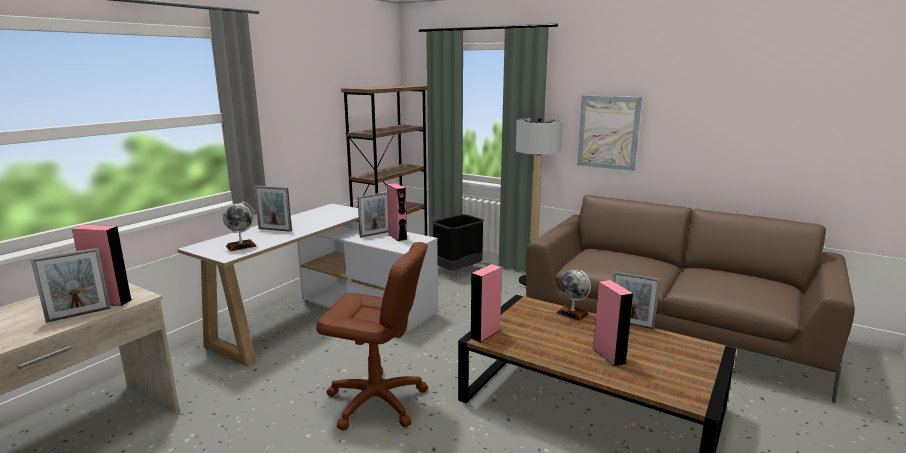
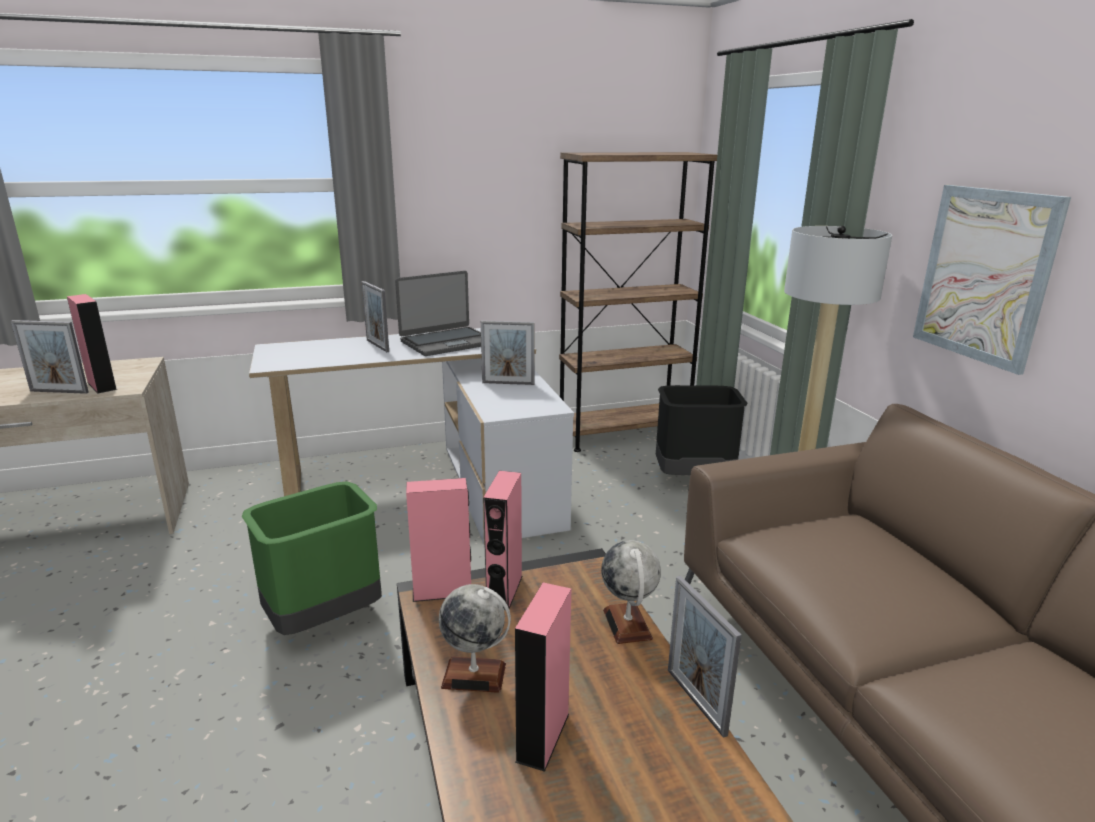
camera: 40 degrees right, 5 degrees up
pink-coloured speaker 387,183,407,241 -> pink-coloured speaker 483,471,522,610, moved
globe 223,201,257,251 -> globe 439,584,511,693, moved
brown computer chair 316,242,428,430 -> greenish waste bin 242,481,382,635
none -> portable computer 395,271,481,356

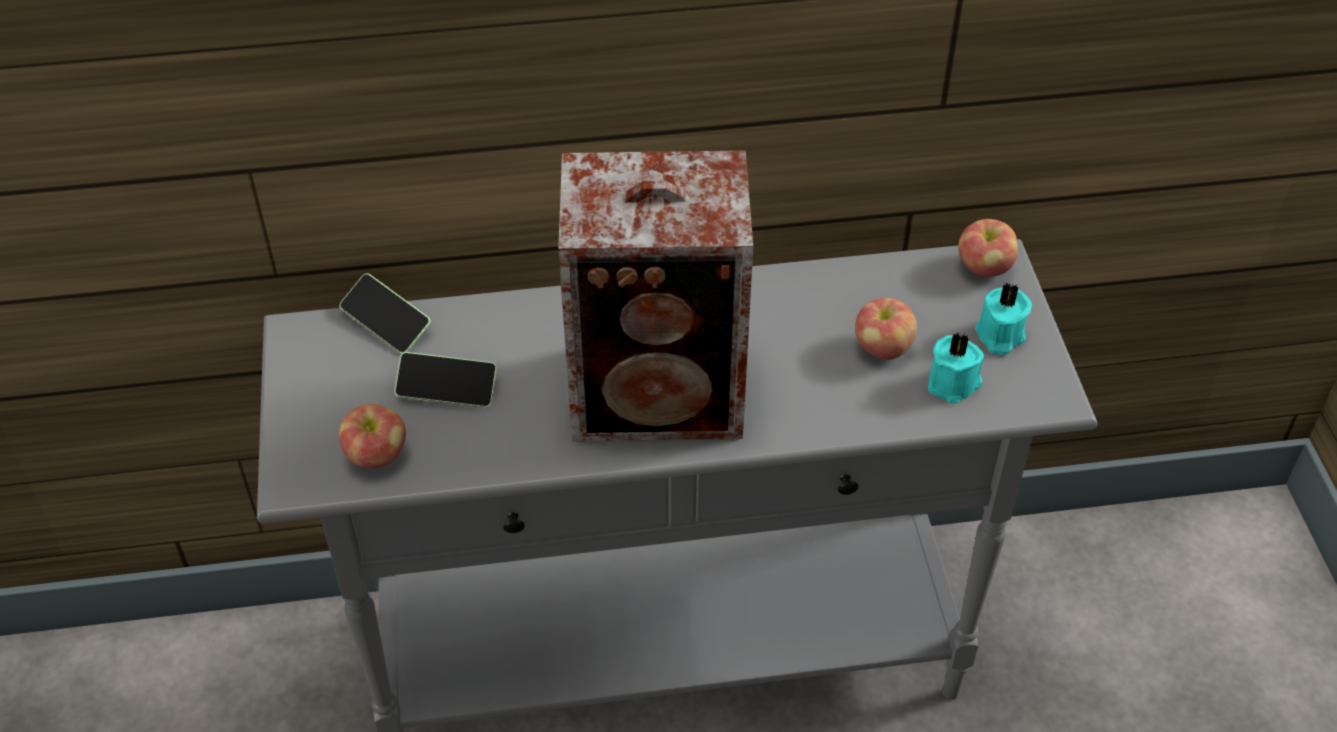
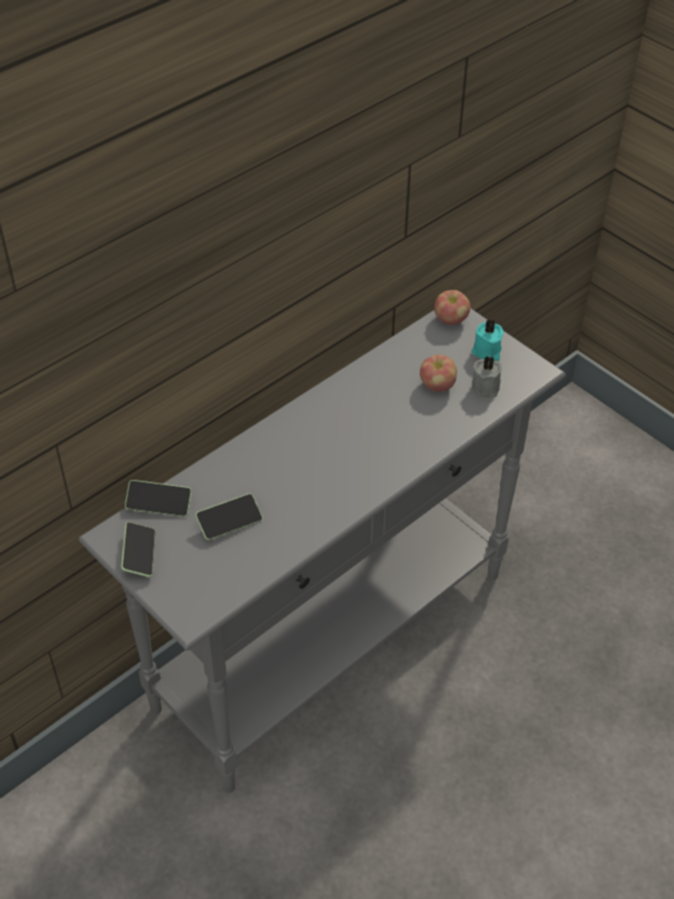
camera: 35 degrees left, 0 degrees up
speaker 558,151,753,442 -> none
turquoise-coloured candle 928,333,984,404 -> gray candle 472,356,502,398
apple fruit 339,404,406,468 -> none
none -> handset 121,522,156,577

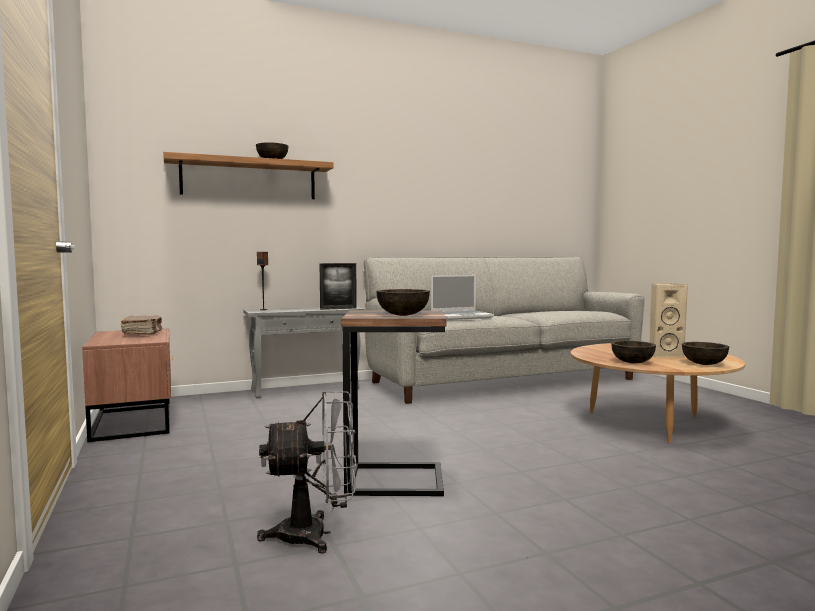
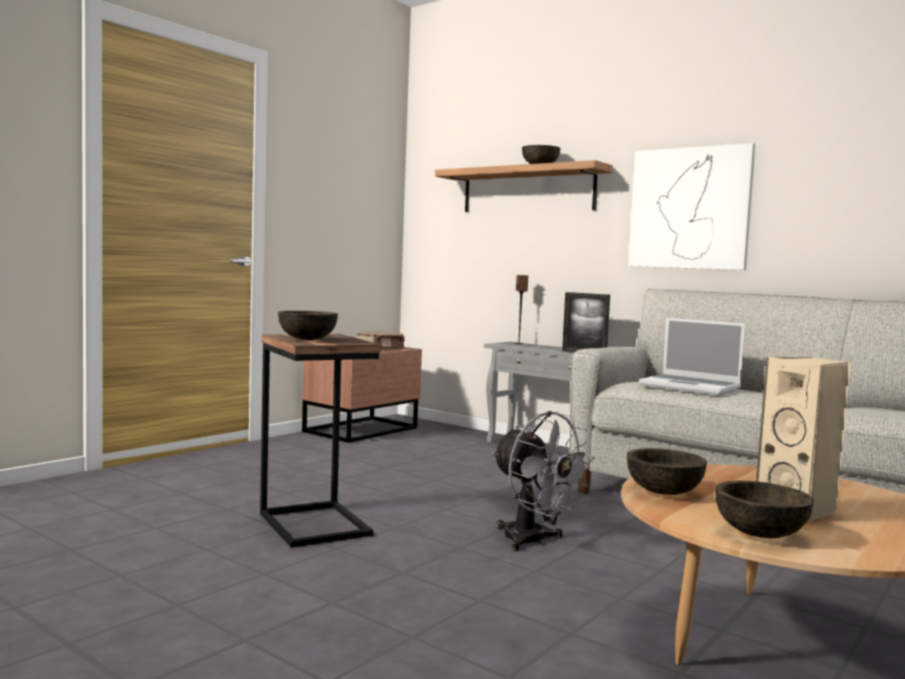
camera: 60 degrees right, 0 degrees up
gray cooling fan 257,391,356,554 -> gray cooling fan 492,411,595,551, moved
none -> wall art 628,143,755,270

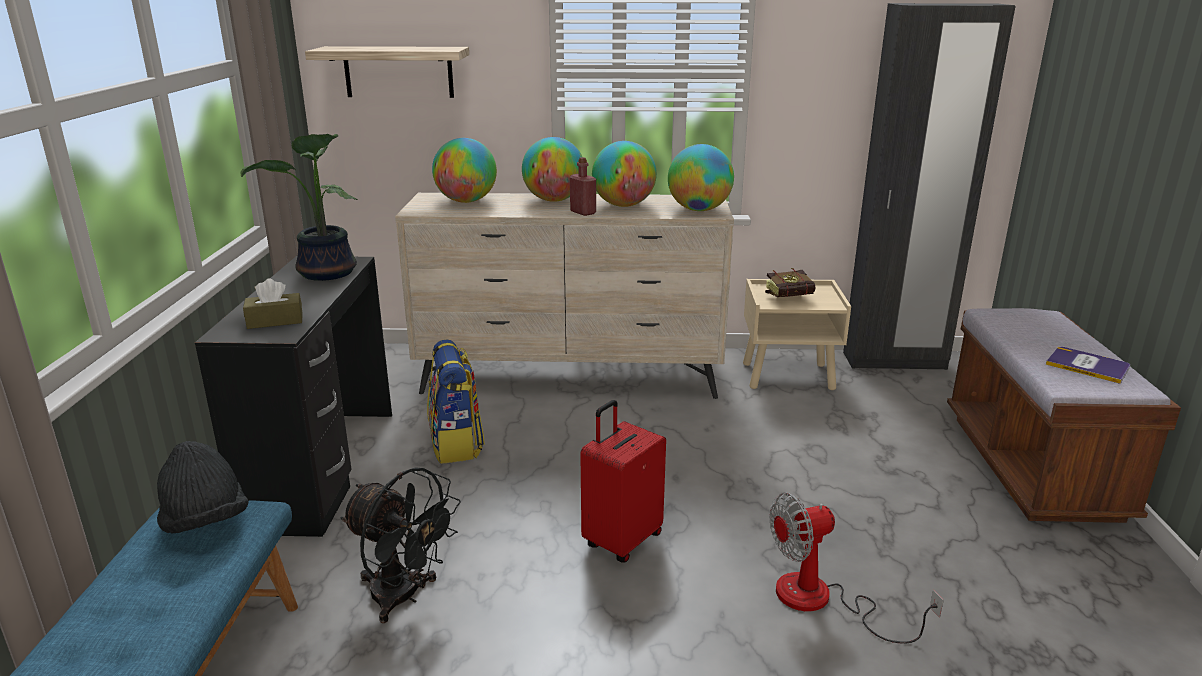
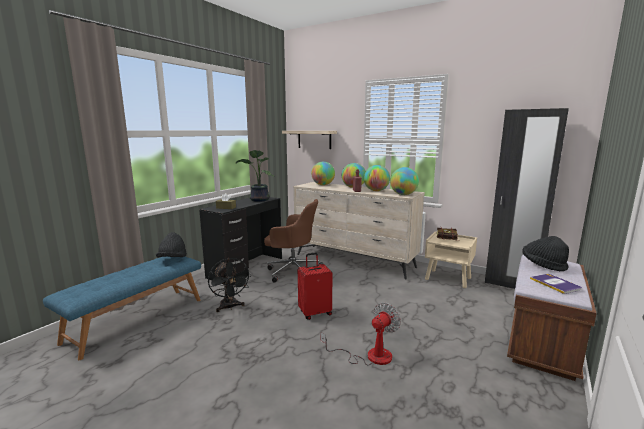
camera: 30 degrees right, 10 degrees down
backpack 427,339,485,464 -> brown computer chair 264,199,323,283
cooling fan 770,493,944,644 -> cooling fan 320,303,401,366, 120 degrees clockwise
none -> black-coloured wearable hat 522,236,569,271

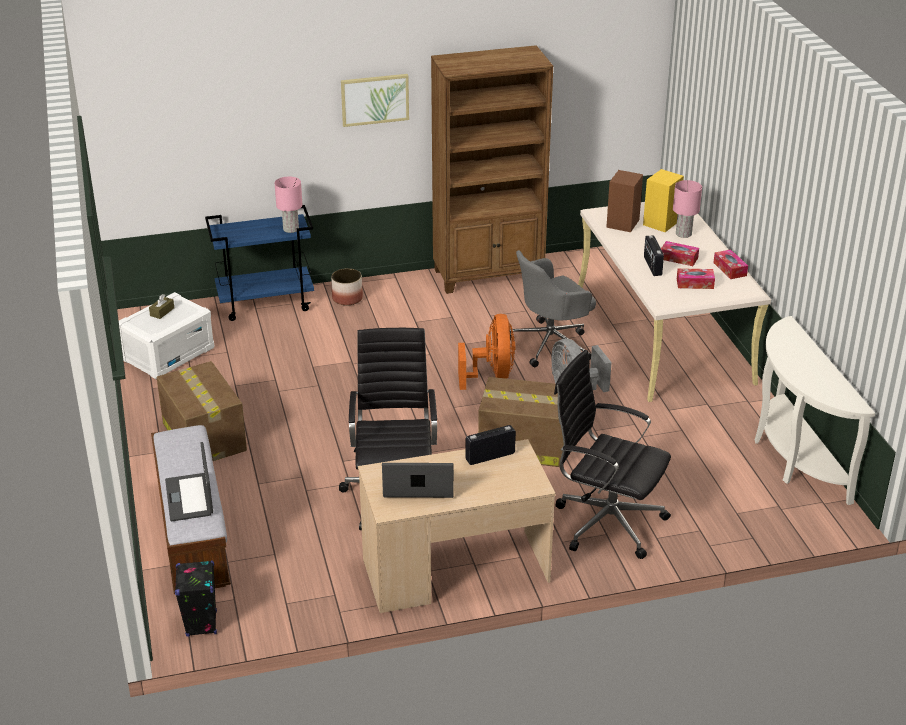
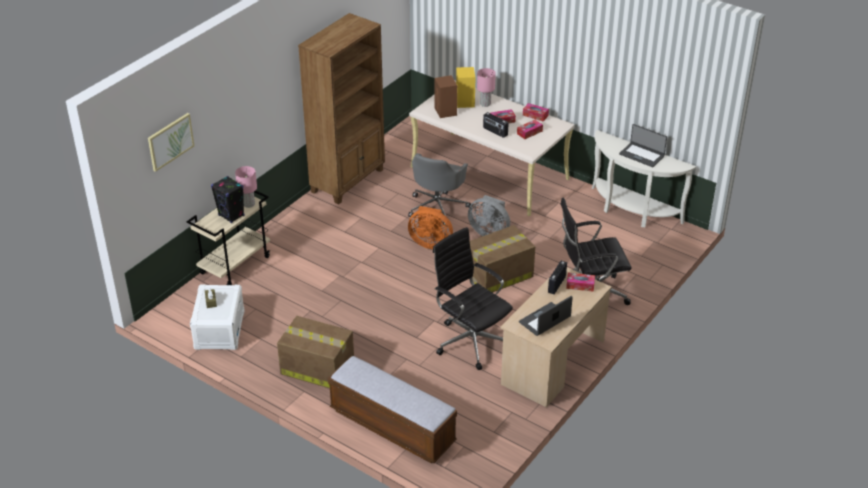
camera: 40 degrees left, 5 degrees up
wall art 341,74,409,127 -> wall art 148,113,194,172, moved
blue cart 205,205,314,321 -> sand-coloured cart 187,190,270,285
planter 331,268,363,305 -> none
orange cooling fan 458,314,515,390 -> orange cooling fan 408,206,453,249, 150 degrees clockwise
portable computer 165,442,213,522 -> portable computer 619,124,667,167, moved
black-coloured speaker 175,560,217,637 -> black-coloured speaker 211,176,245,223, moved
none -> tissue holder 566,272,595,292

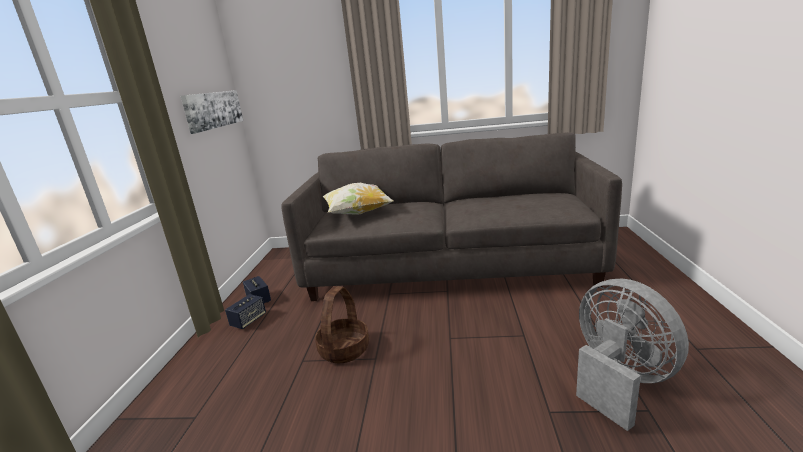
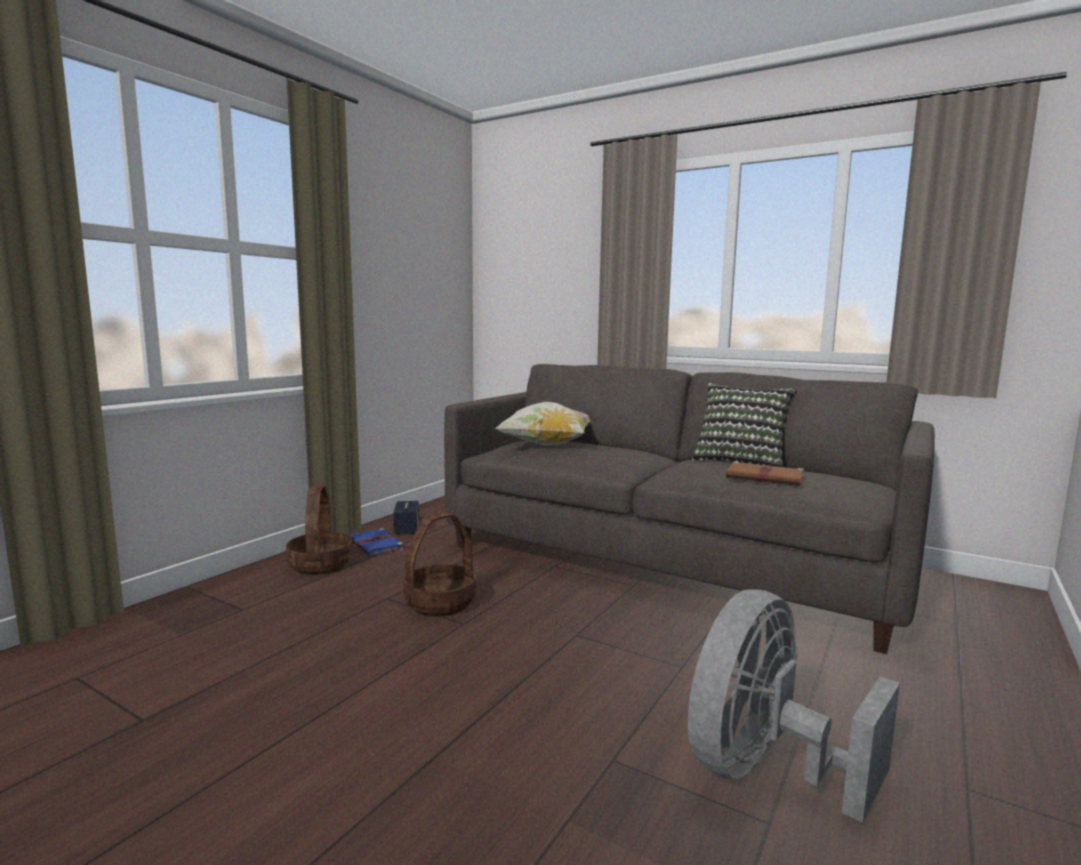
camera: 25 degrees right, 10 degrees down
wall art 180,90,243,134 -> none
gray cooling fan 576,279,689,431 -> gray cooling fan 688,589,900,823, 135 degrees counterclockwise
speaker 225,294,266,329 -> blue book 350,528,403,556
none -> throw pillow 692,383,796,467
none -> brown book 726,461,809,486
none -> storage basket 286,485,352,575

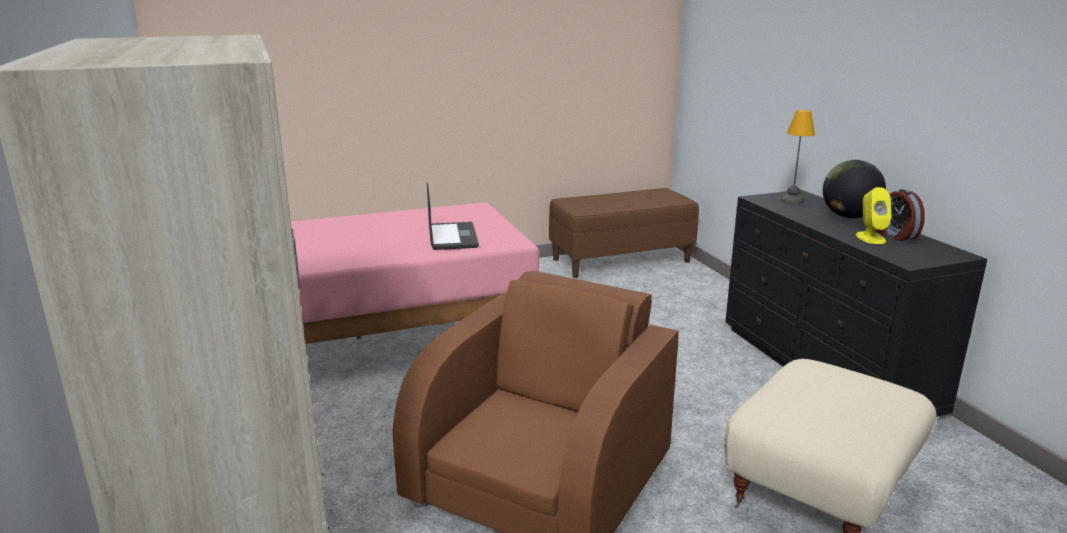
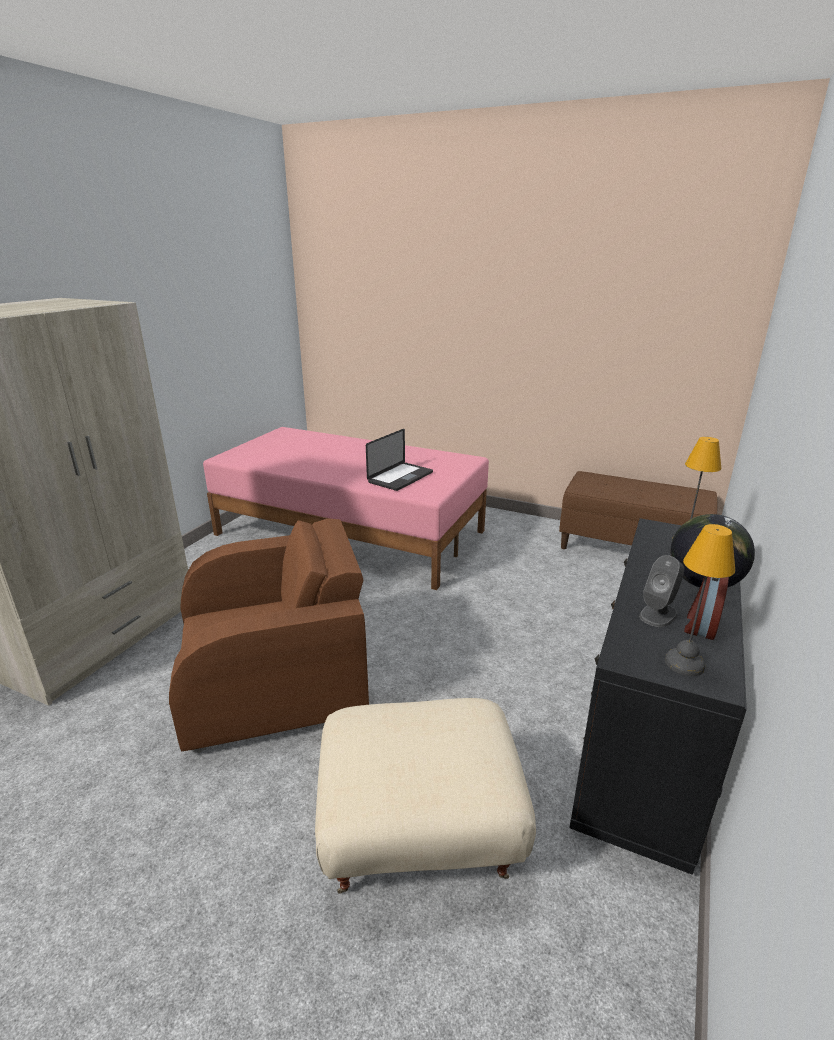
camera: 45 degrees right, 5 degrees up
yellow speaker 856,187,891,244 -> gray speaker 639,555,684,627
none -> table lamp 665,524,735,676

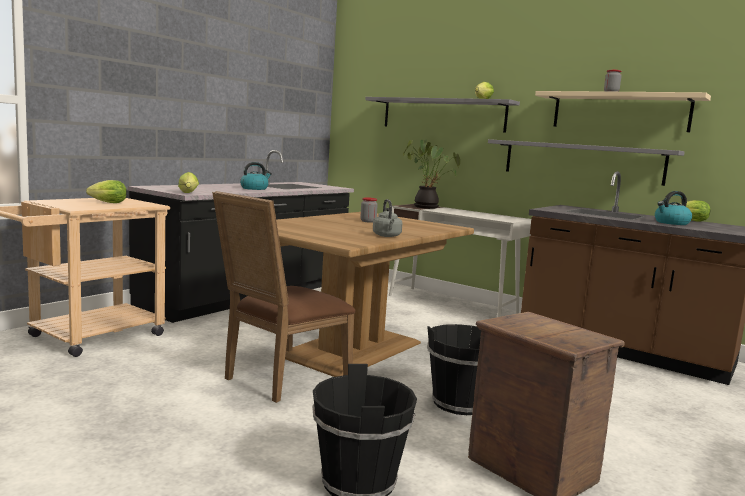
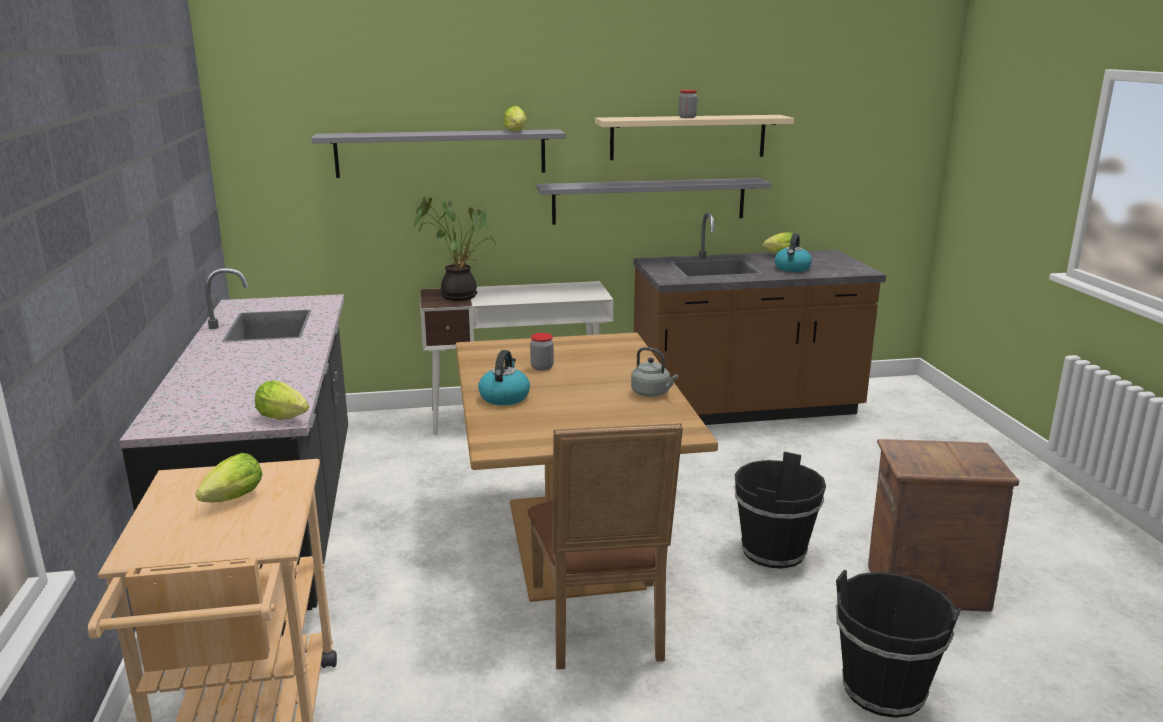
camera: 45 degrees left, 10 degrees up
water kettle 240,162,272,190 -> water kettle 478,350,530,405, moved

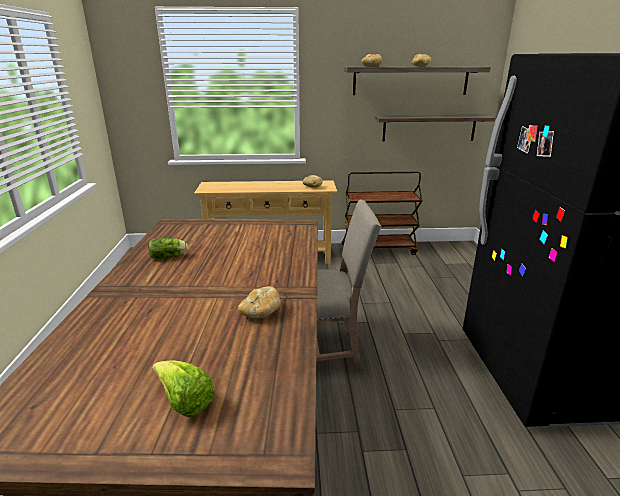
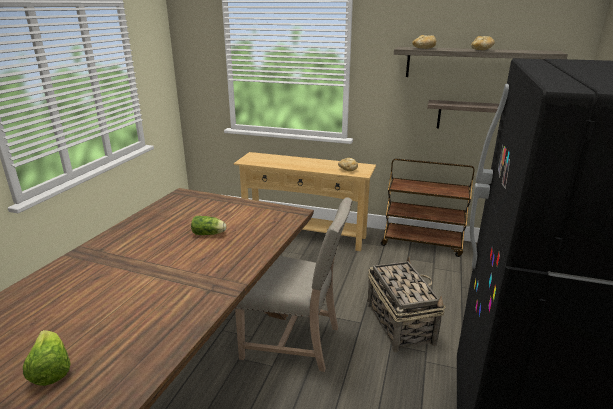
camera: 20 degrees right, 0 degrees up
lettuce 149,238,188,259 -> lettuce 191,216,226,235, moved
baked bread 238,286,281,319 -> none
none -> storage basket 367,257,446,352

